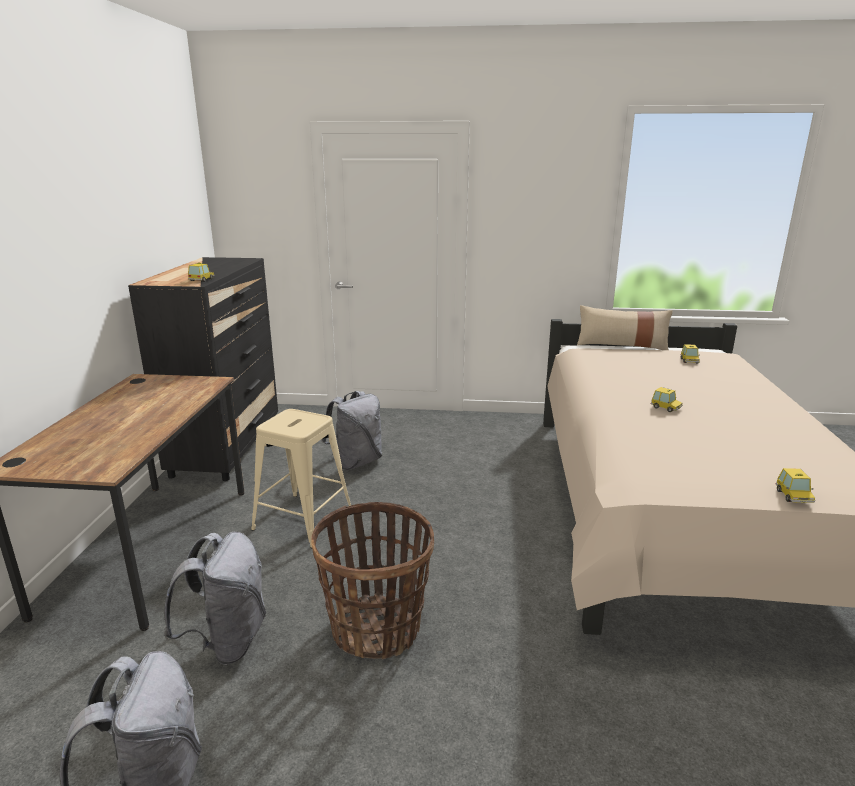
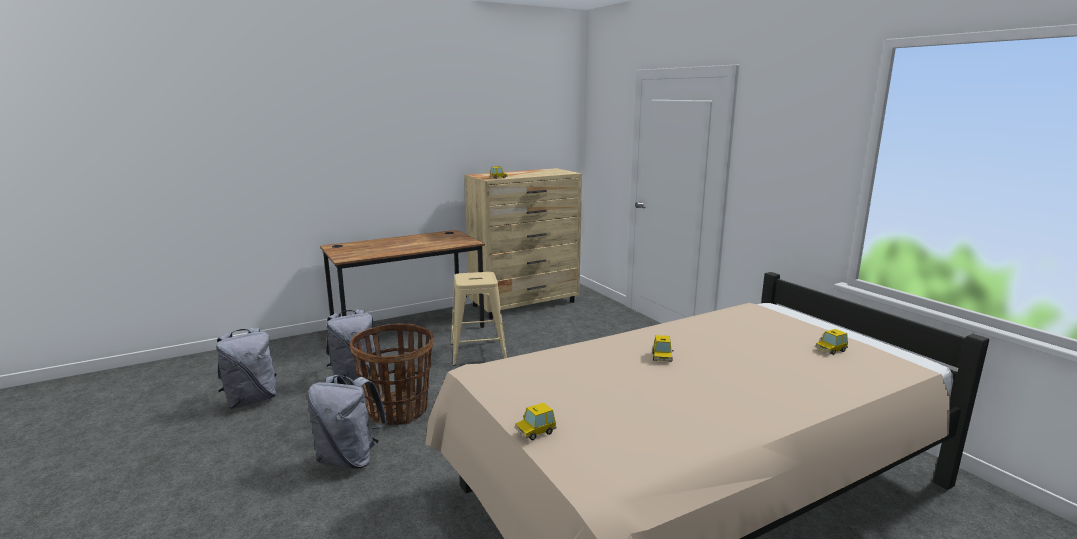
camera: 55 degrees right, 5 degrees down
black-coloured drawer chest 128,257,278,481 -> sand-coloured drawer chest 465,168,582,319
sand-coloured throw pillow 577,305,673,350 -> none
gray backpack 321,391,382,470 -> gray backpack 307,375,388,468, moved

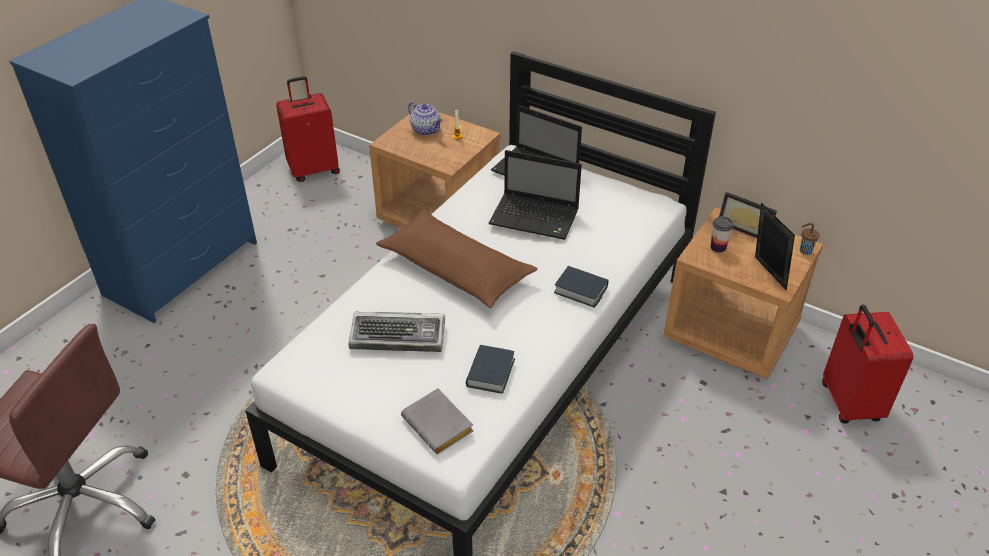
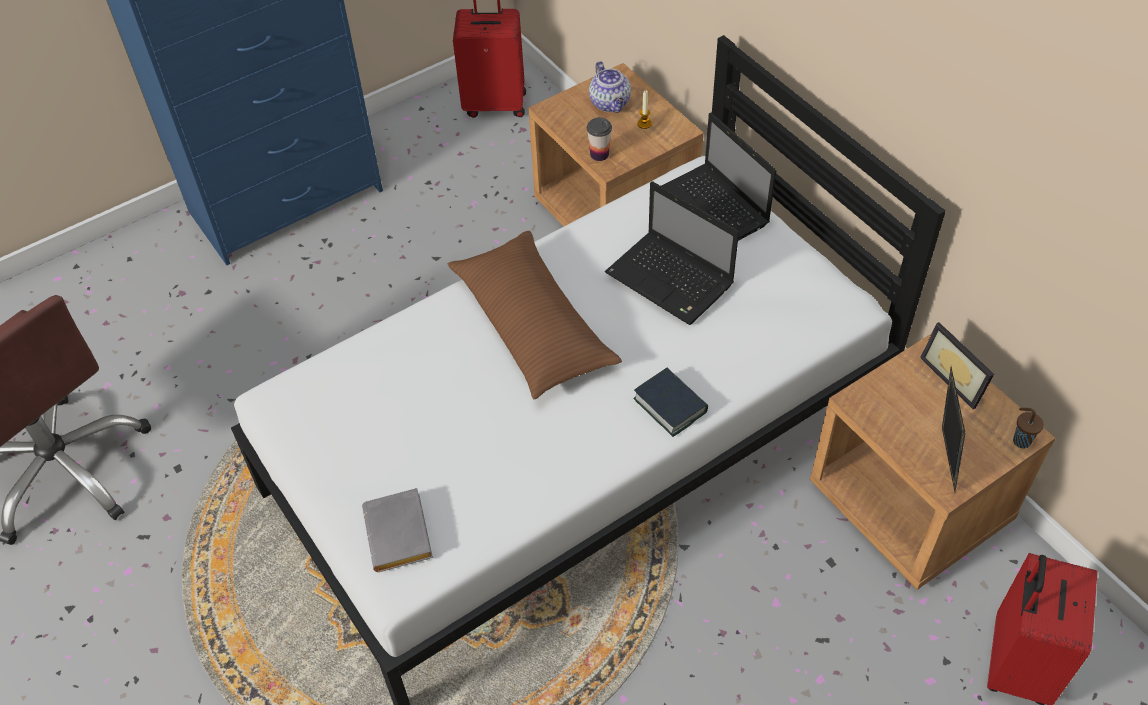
camera: 25 degrees right, 10 degrees up
cup 711,216,734,252 -> cup 587,117,612,161, moved
PC keyboard 348,311,445,352 -> none
book 466,345,515,394 -> none

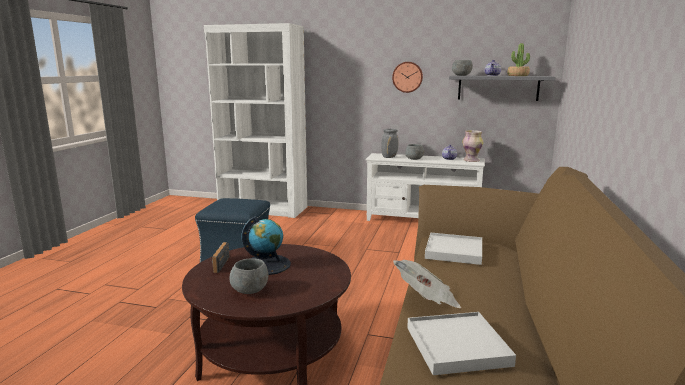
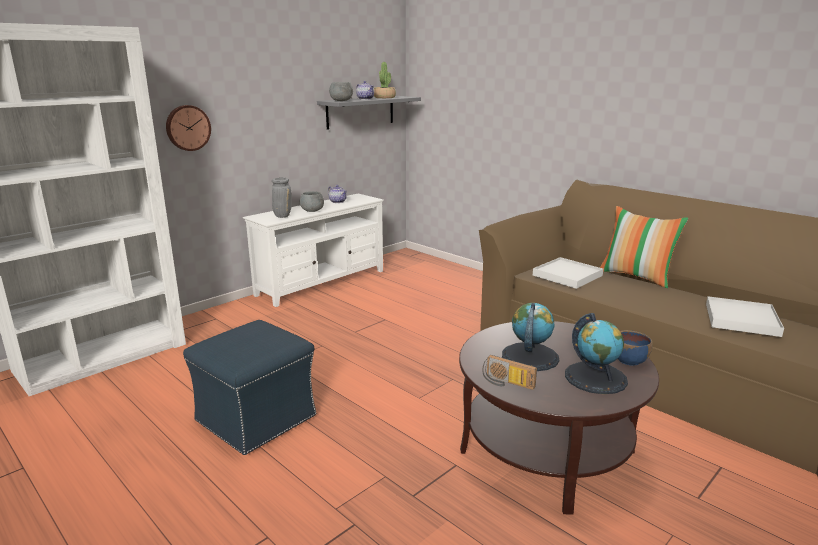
camera: 60 degrees left, 5 degrees up
hanging clock 392,62,423,93 -> hanging clock 166,105,211,151, moved
flower vase 462,130,484,162 -> none
gray deep dish 229,258,268,294 -> globe 565,313,628,394
daily paper 393,260,462,308 -> none
none -> throw pillow 600,206,688,288
none -> blue deep dish 618,330,653,366

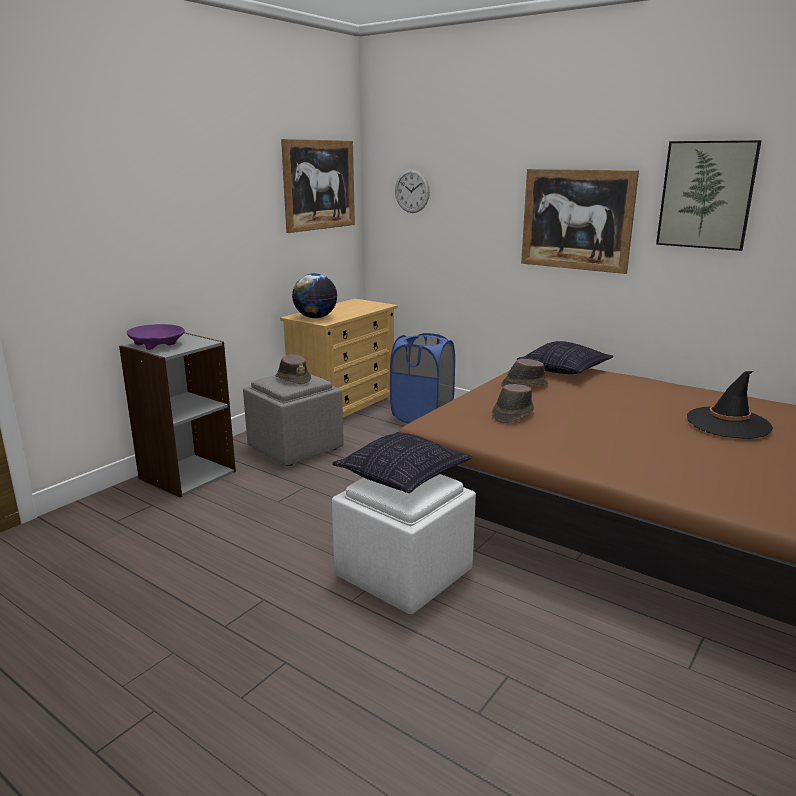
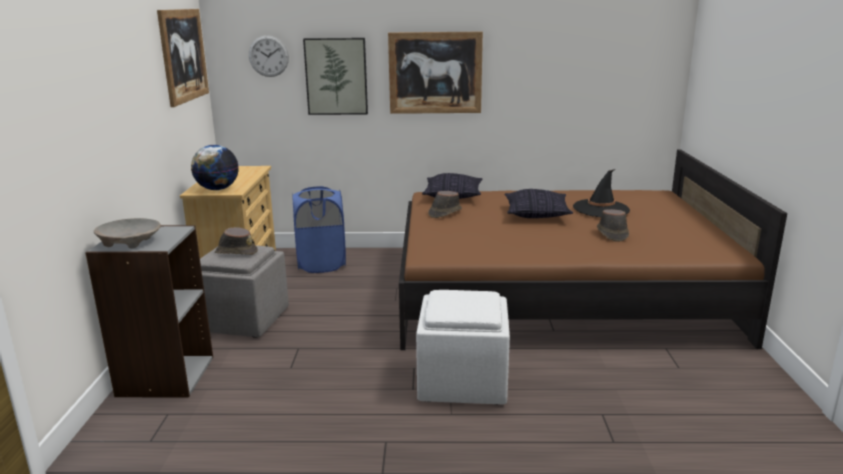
camera: 35 degrees left, 0 degrees up
wall art 656,140,761,251 -> wall art 303,38,368,115, moved
purple deep dish 127,324,185,350 -> sand-coloured deep dish 94,218,161,248
brown wearable hat 492,384,534,423 -> brown wearable hat 597,209,629,242, moved
throw pillow 332,432,472,493 -> throw pillow 504,189,573,218, moved

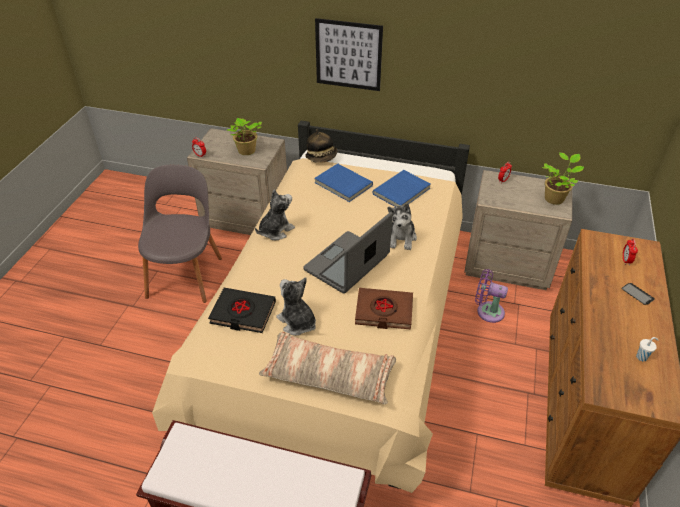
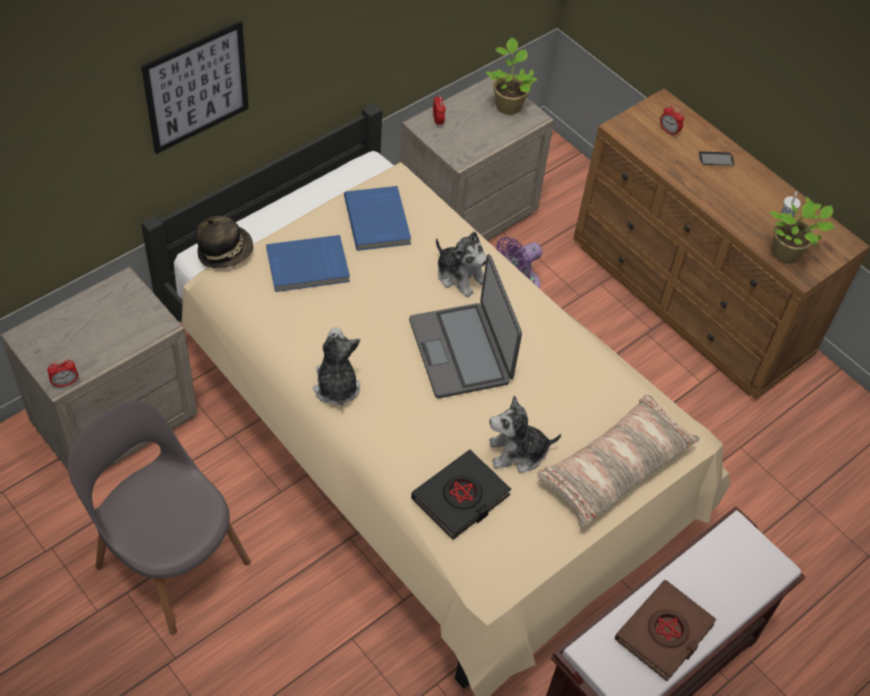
camera: 60 degrees left, 10 degrees up
plant in a pot 227,118,262,155 -> plant in a pot 769,197,834,264, moved
brown book 355,288,413,330 -> brown book 615,580,717,681, moved

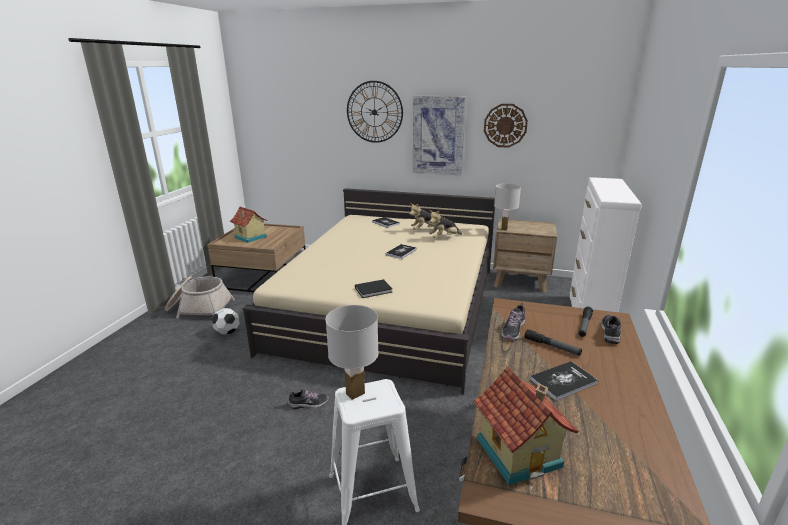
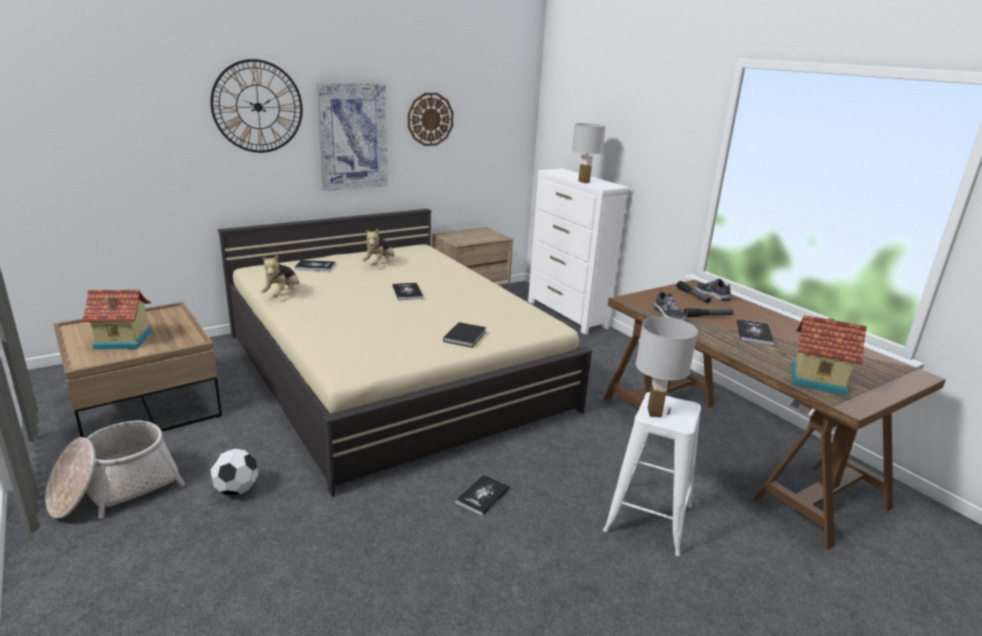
camera: 50 degrees left, 0 degrees up
white table lamp 494,184,521,231 -> white table lamp 572,123,606,183, moved
cuddly toy 429,210,462,238 -> cuddly toy 261,255,299,296, moved
low shoe 288,389,329,409 -> book 455,474,510,516

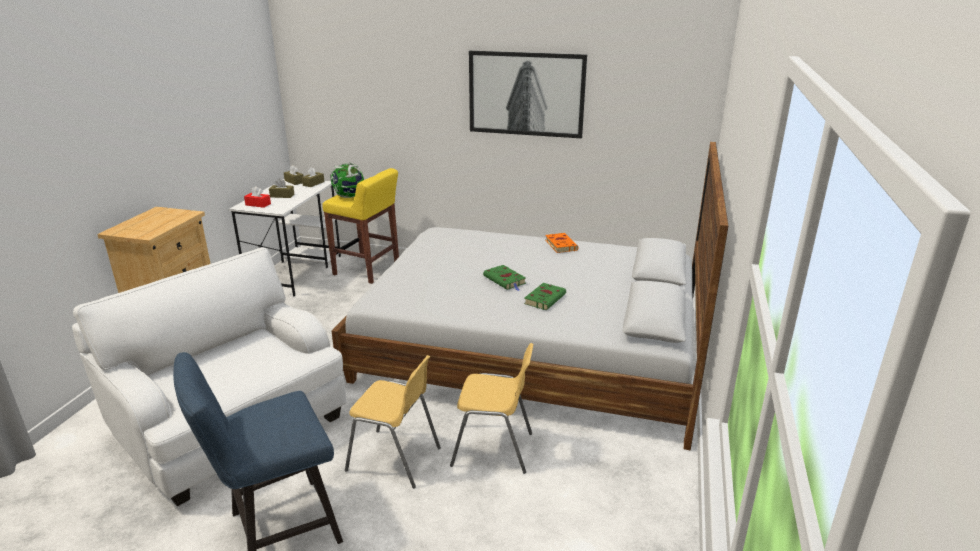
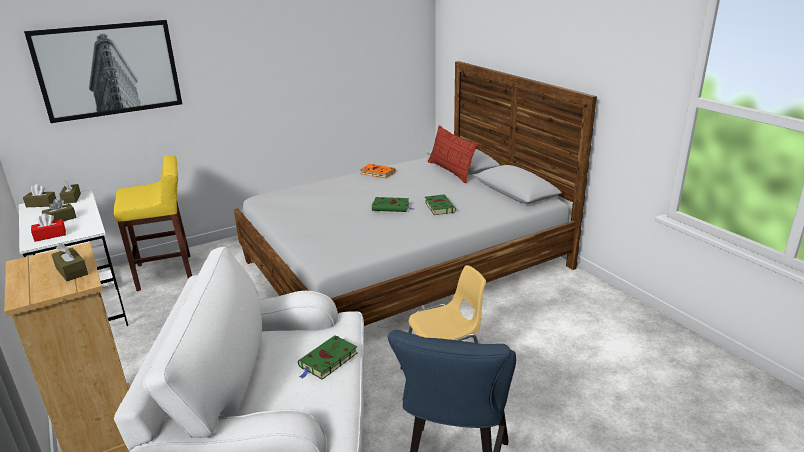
camera: 45 degrees left, 0 degrees up
wall art 469,51,587,138 -> wall art 24,20,182,123, moved
globe 330,163,364,198 -> none
yellow upright chair 450,343,533,474 -> none
none -> throw pillow 428,125,478,183
none -> brown tissue holder 51,243,88,281
none -> greenish book 298,335,357,380

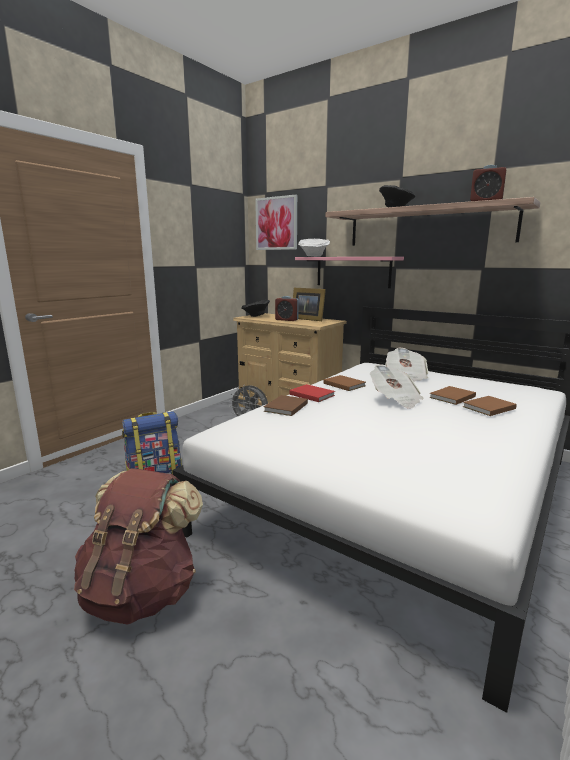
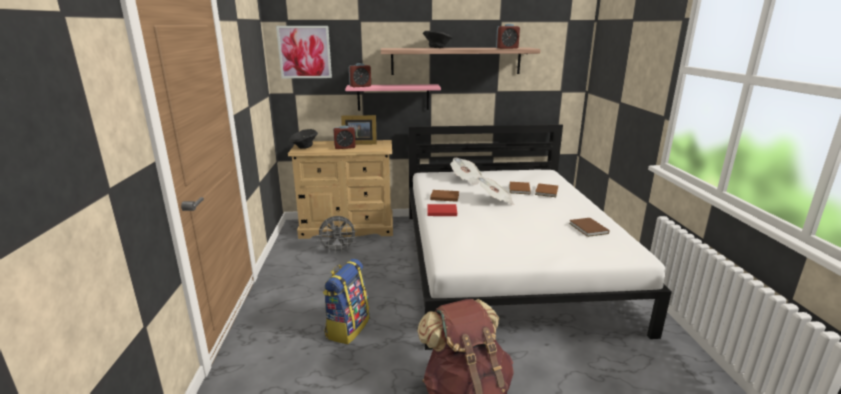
camera: 40 degrees left, 5 degrees up
white deep dish 298,239,330,257 -> bedside clock 349,63,371,87
brown book 264,395,308,416 -> brown book 569,218,609,237, moved

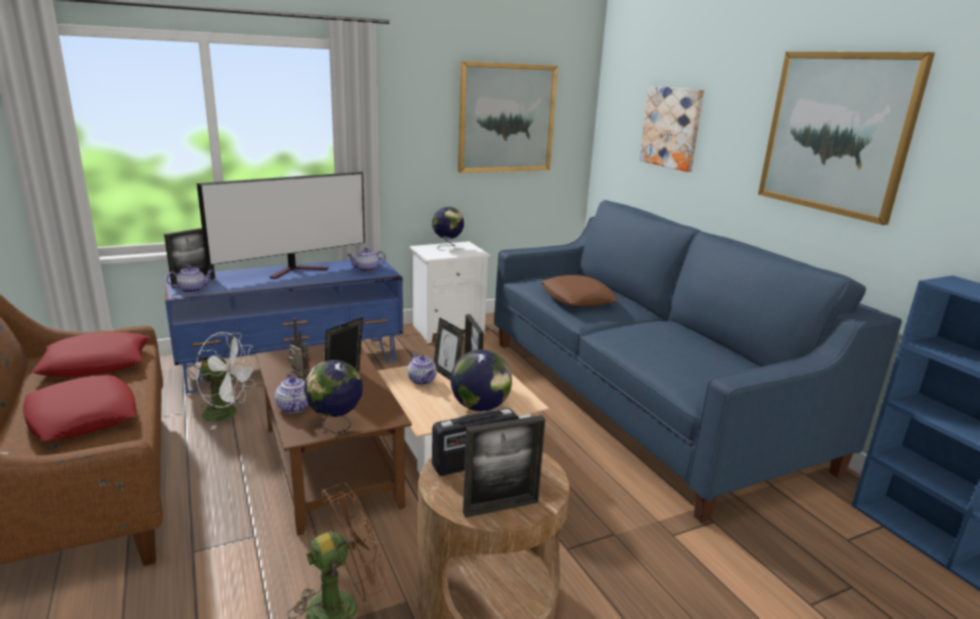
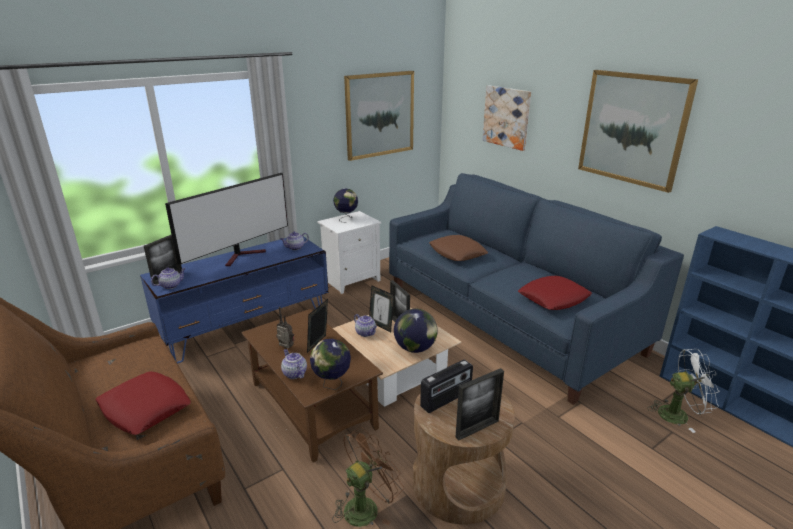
camera: 10 degrees left, 5 degrees up
reddish throw pillow 32,332,150,377 -> reddish throw pillow 518,276,592,310, moved
white cooling fan 195,332,258,430 -> white cooling fan 649,349,720,433, moved

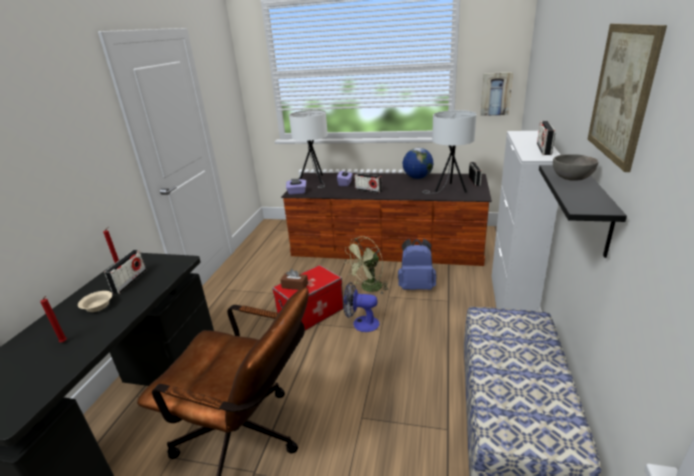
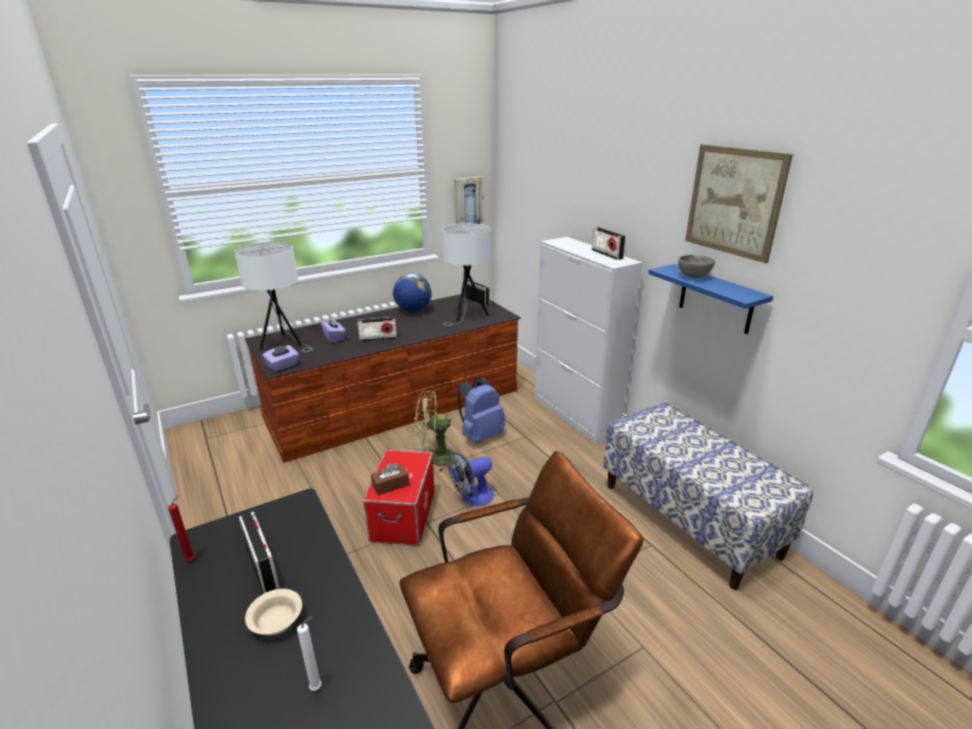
camera: 45 degrees left, 0 degrees up
black-coloured bracket shelf 539,165,627,258 -> blue bracket shelf 648,264,773,334
greenish cooling fan 344,236,389,295 -> greenish cooling fan 414,391,455,472, 75 degrees clockwise
reddish candle 40,296,67,342 -> white candle 297,616,322,691

